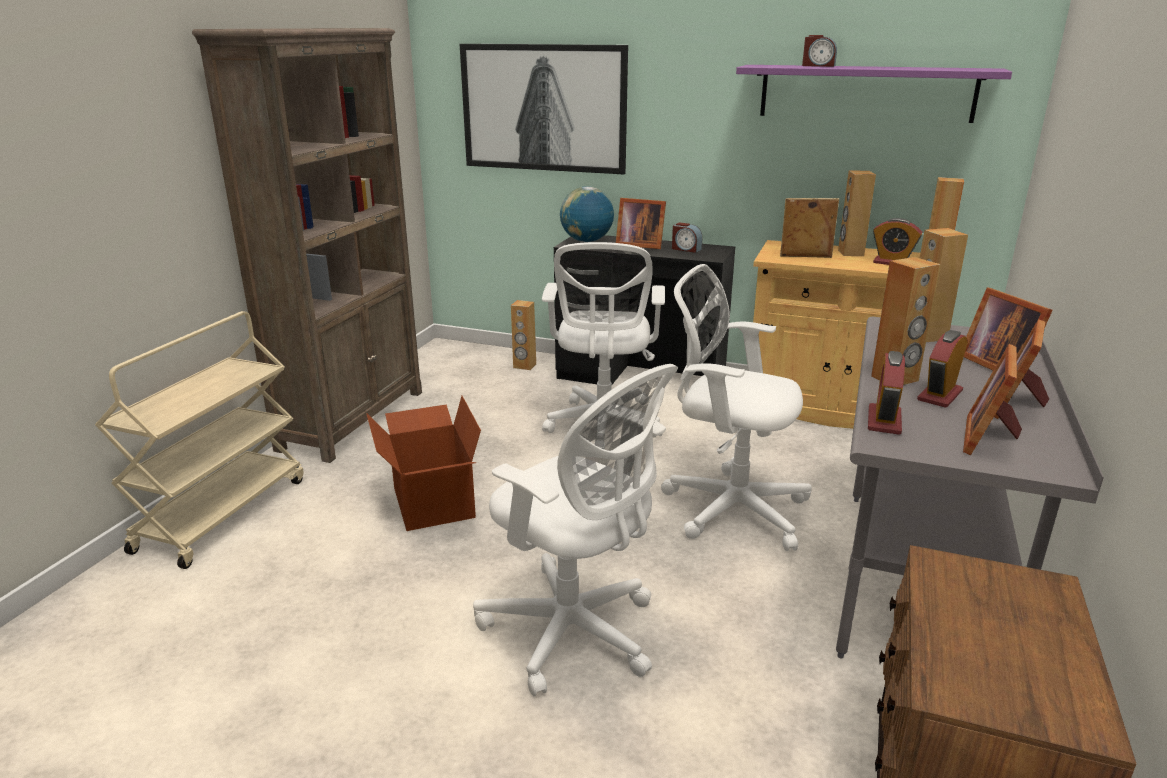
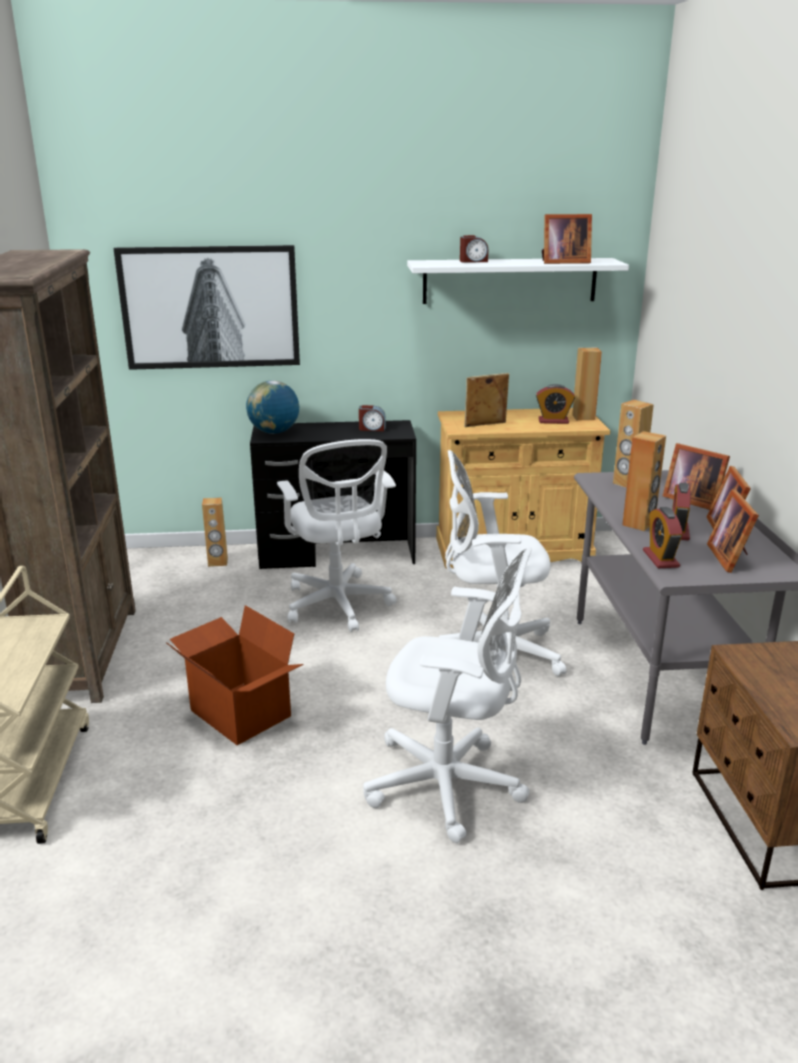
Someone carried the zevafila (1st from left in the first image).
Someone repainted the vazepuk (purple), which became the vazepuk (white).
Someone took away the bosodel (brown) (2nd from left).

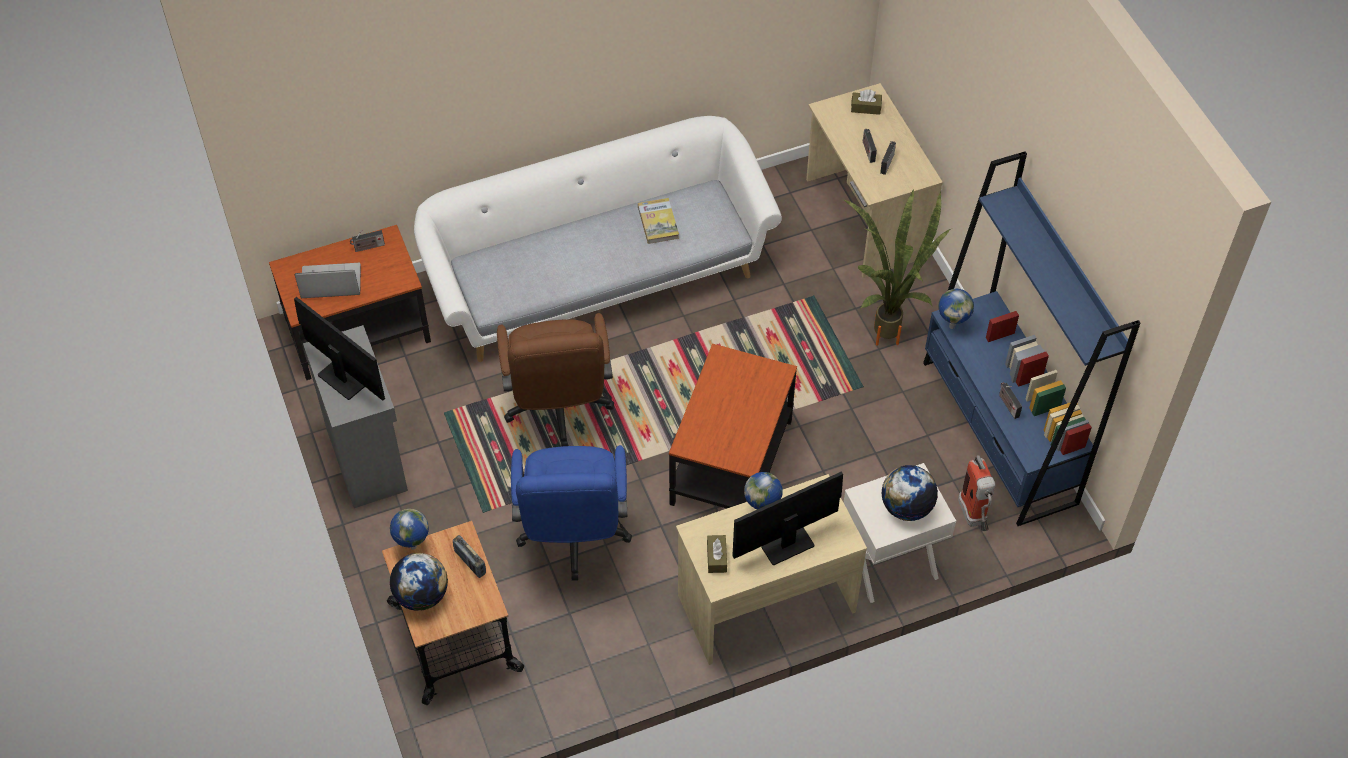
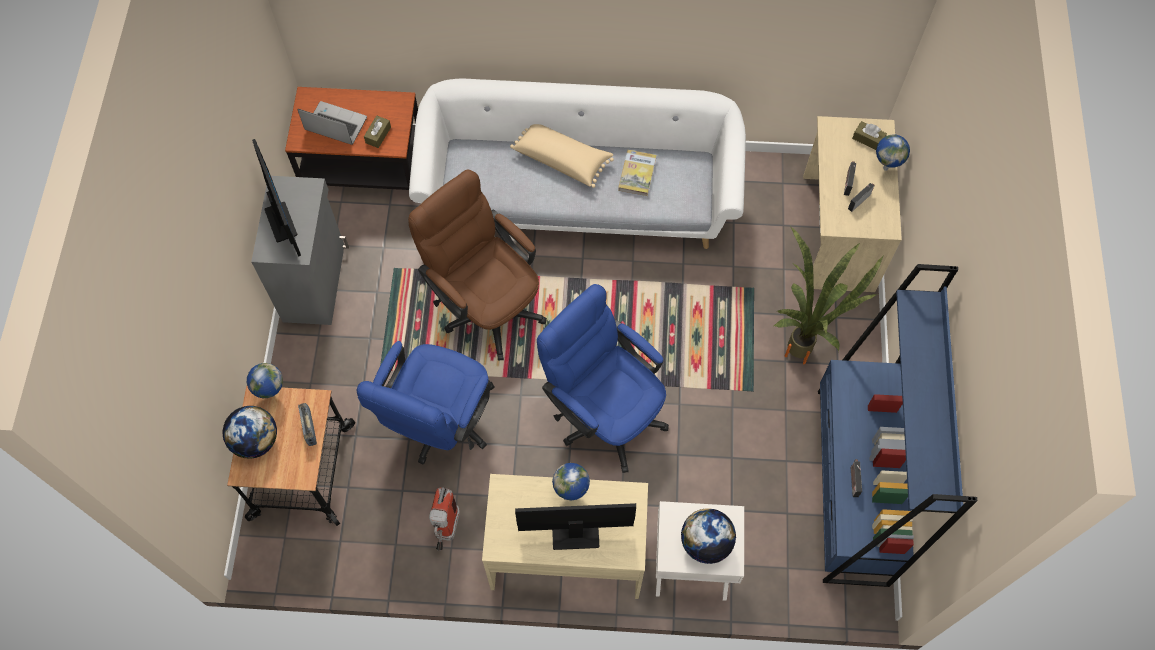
Someone took away the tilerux (1st from left).
Someone rotated the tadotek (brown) by 120 degrees clockwise.
Someone swapped the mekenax (2nd from left) for the tadotek (blue) (2nd from left).
Someone carried the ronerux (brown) (1st from left).
Someone carried the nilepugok (5th from left).
Someone carried the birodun.
Someone put down the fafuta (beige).

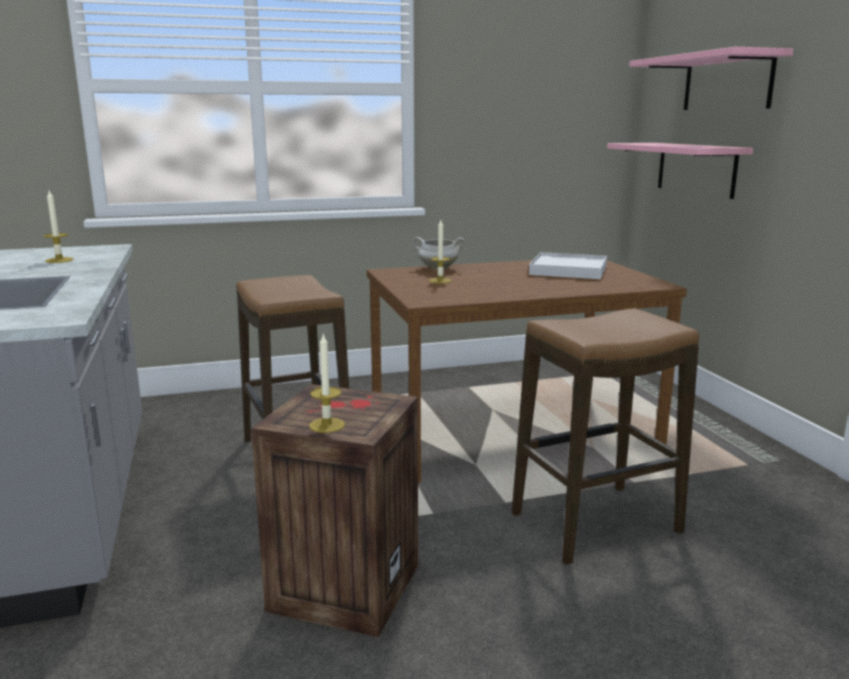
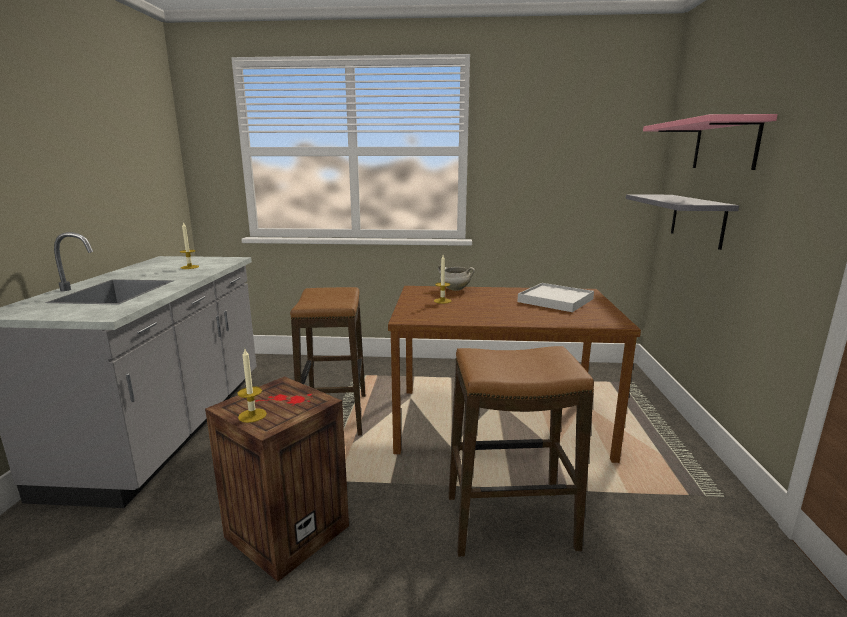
Someone repainted the vazepuk (pink) (1st from left), which became the vazepuk (grey).

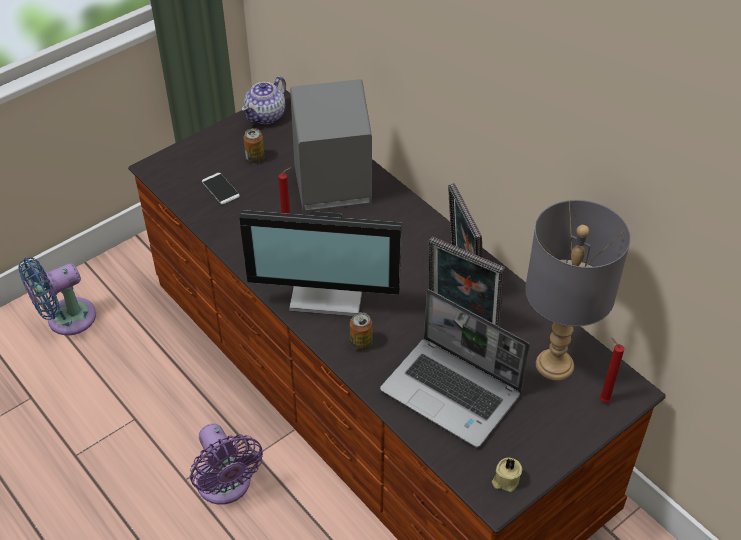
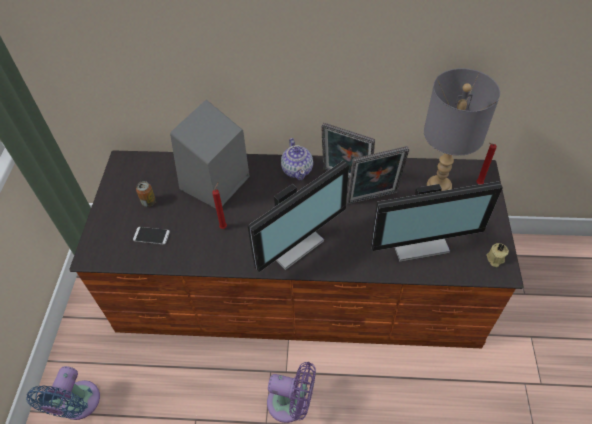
Someone carried the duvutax.
Someone took away the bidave (2nd from left).
Someone swapped the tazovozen for the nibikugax (2nd from left).

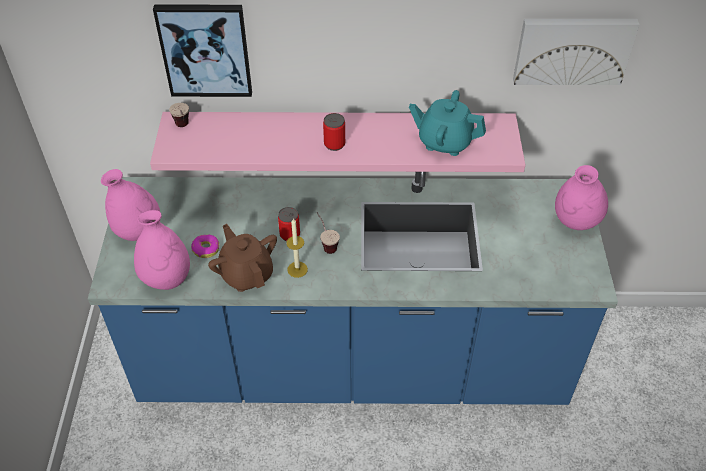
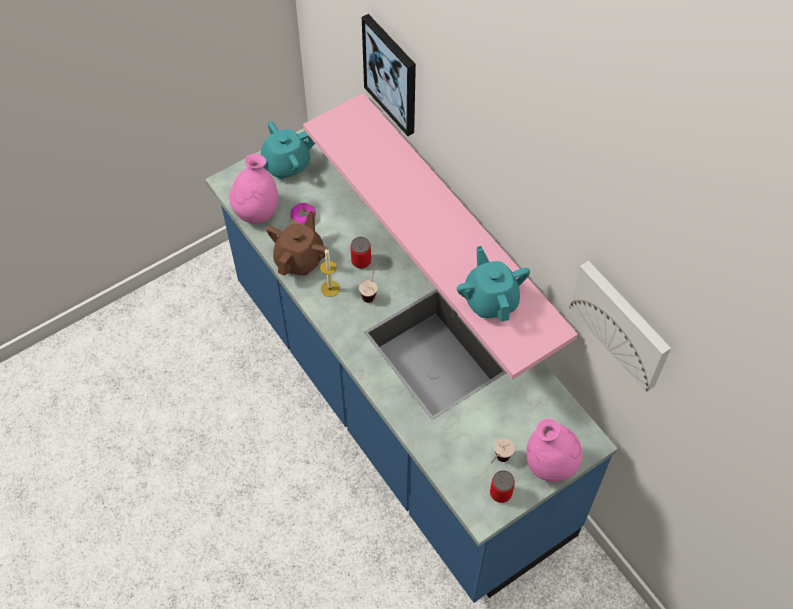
Someone swapped the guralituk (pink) (1st from left) for the duvutax (turquoise) (1st from left).
Someone carried the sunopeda (1st from left in the first image).
Someone carried the bidave (2nd from left).

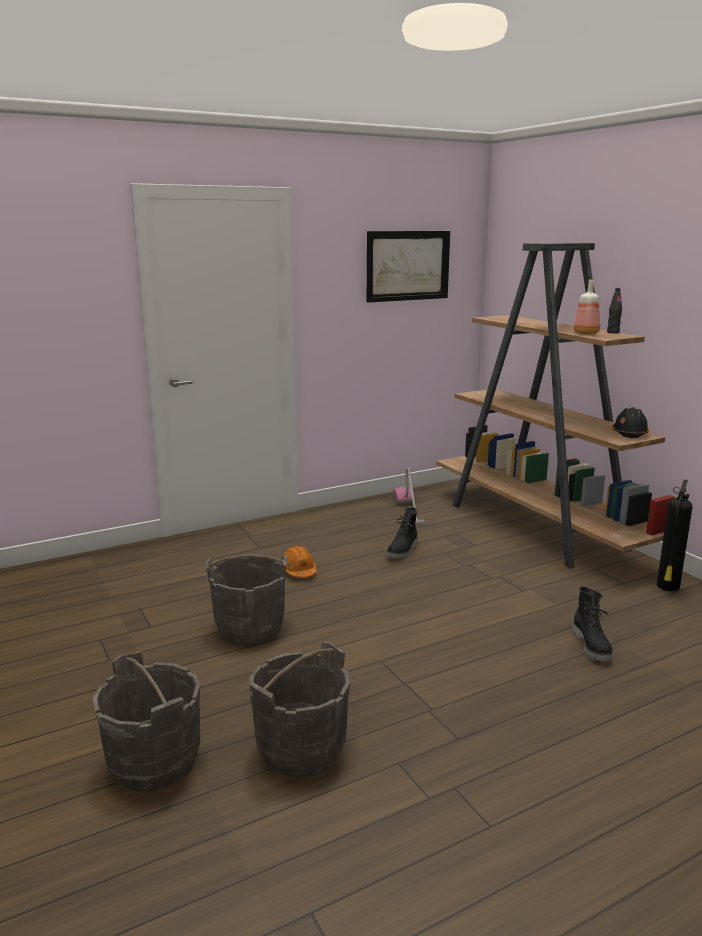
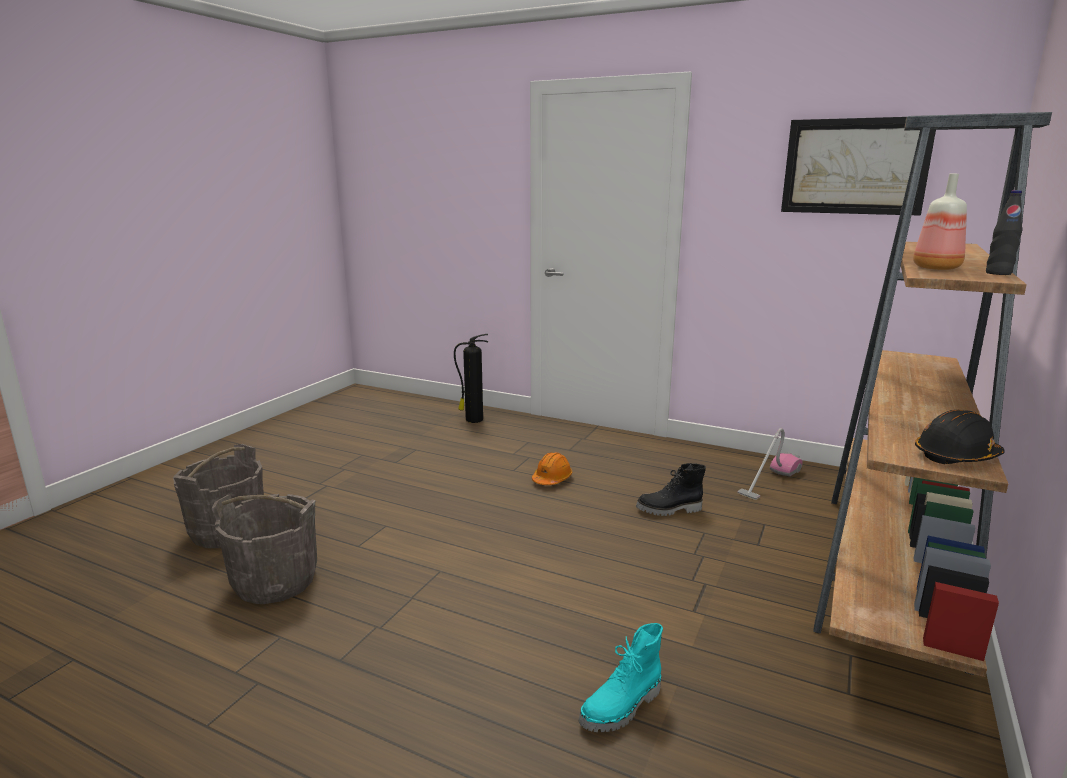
Someone took away the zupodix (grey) (2nd from left).
Someone repainted the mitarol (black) (2nd from left), which became the mitarol (turquoise).
Someone carried the birodun.

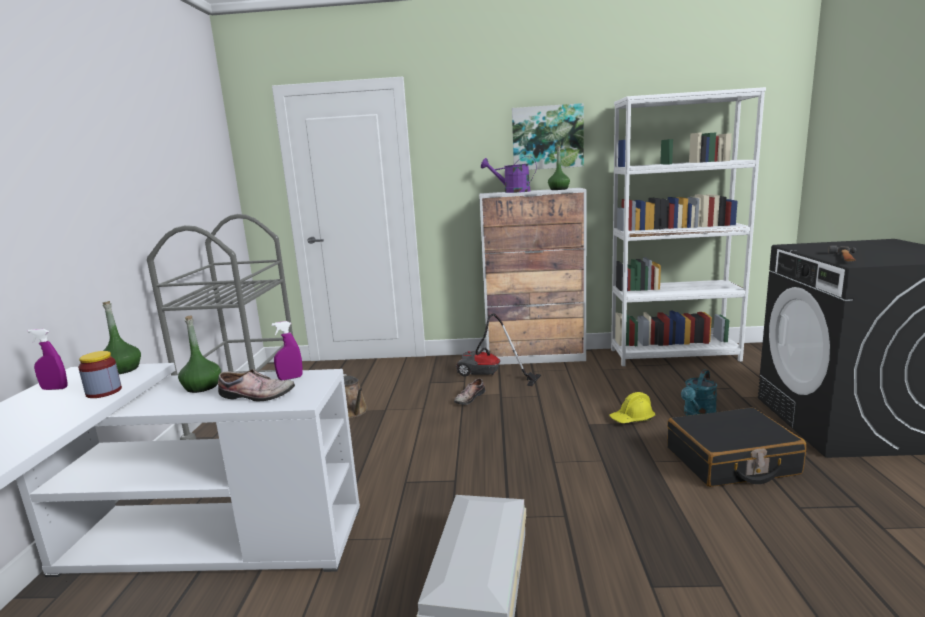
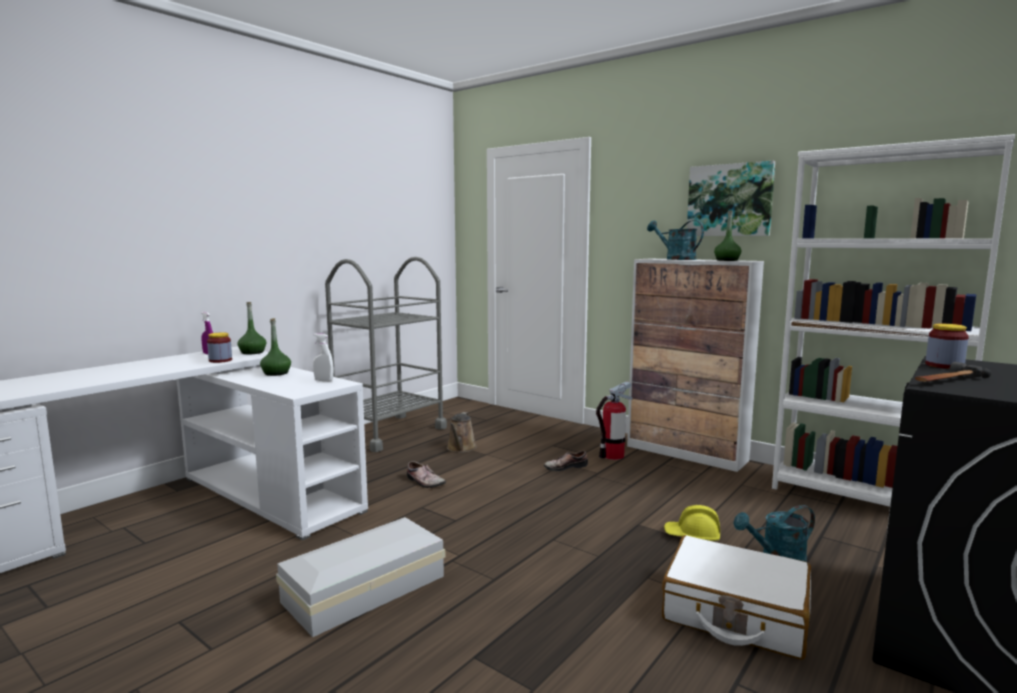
Someone carried the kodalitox (1st from left).
Someone repainted the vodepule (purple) (2nd from left), which became the vodepule (white).
Someone swapped the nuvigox for the birodun.
Someone repainted the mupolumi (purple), which became the mupolumi (turquoise) (1st from left).
Someone repainted the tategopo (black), which became the tategopo (white).
Someone put down the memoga (2nd from left).

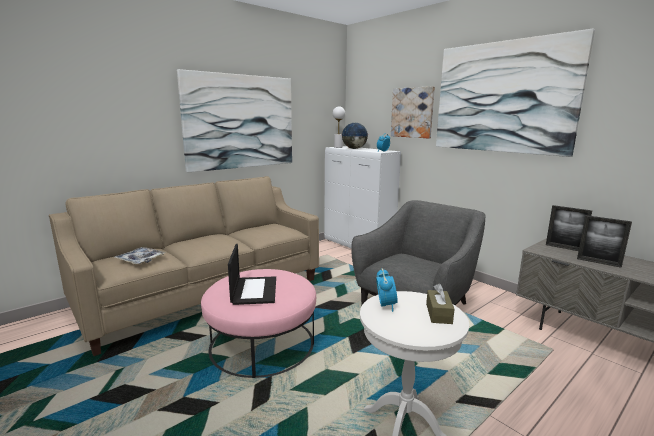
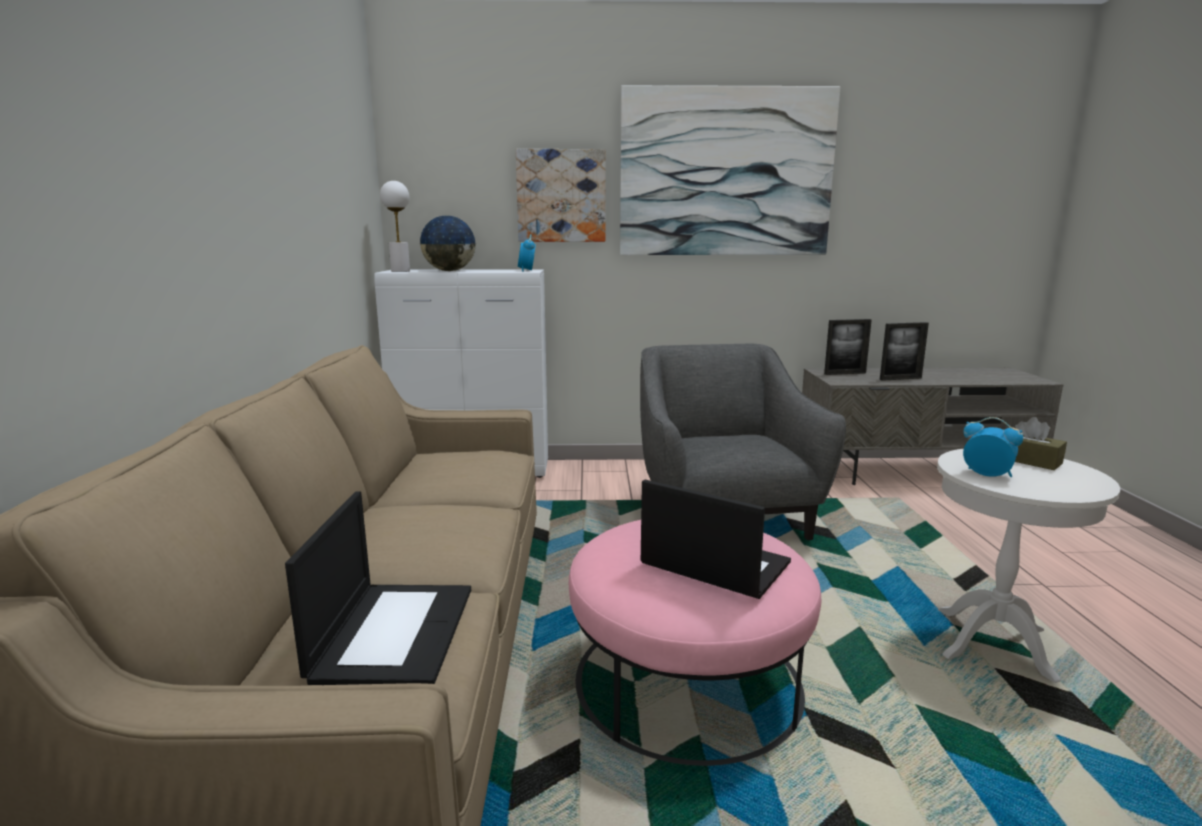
Someone swapped the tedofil for the tazovozen (1st from left).
Someone took away the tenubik (1st from left).

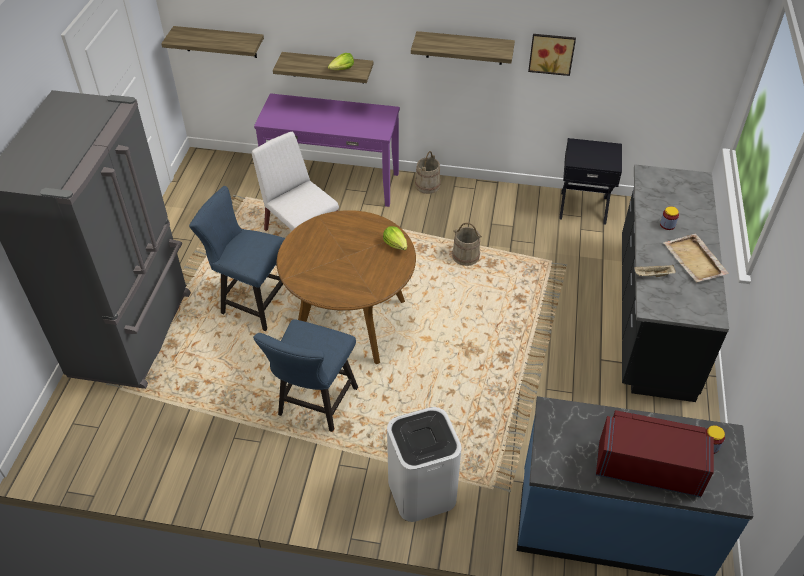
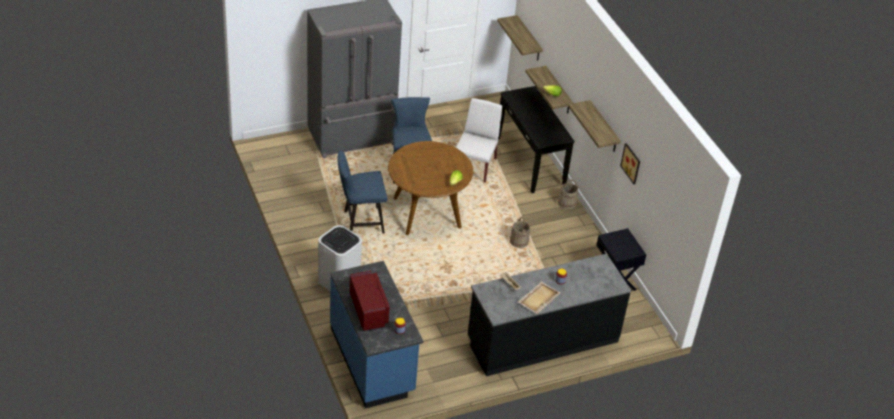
Someone repainted the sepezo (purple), which became the sepezo (black).

